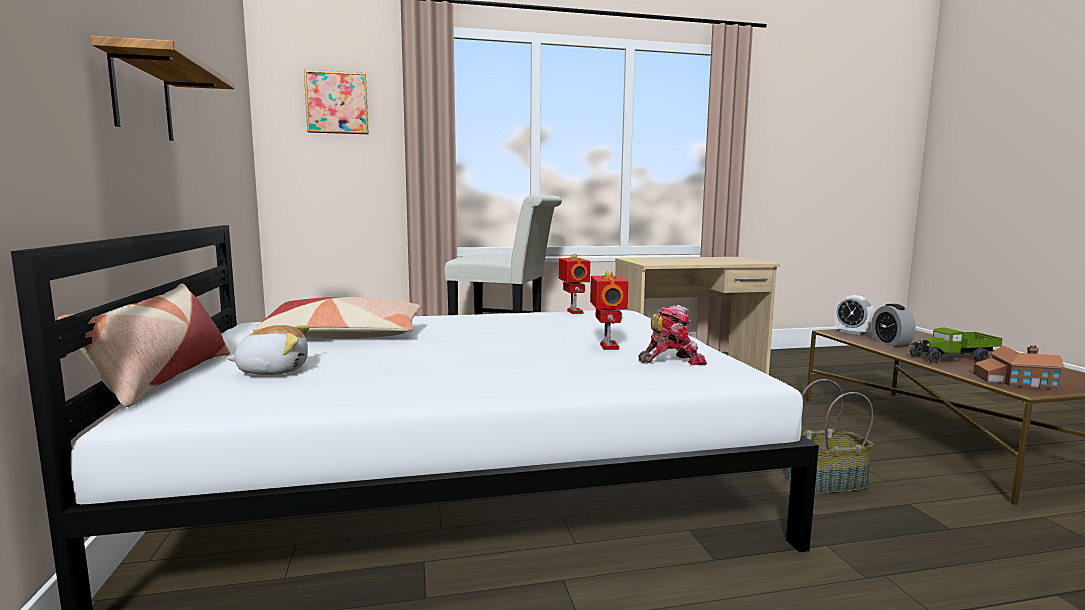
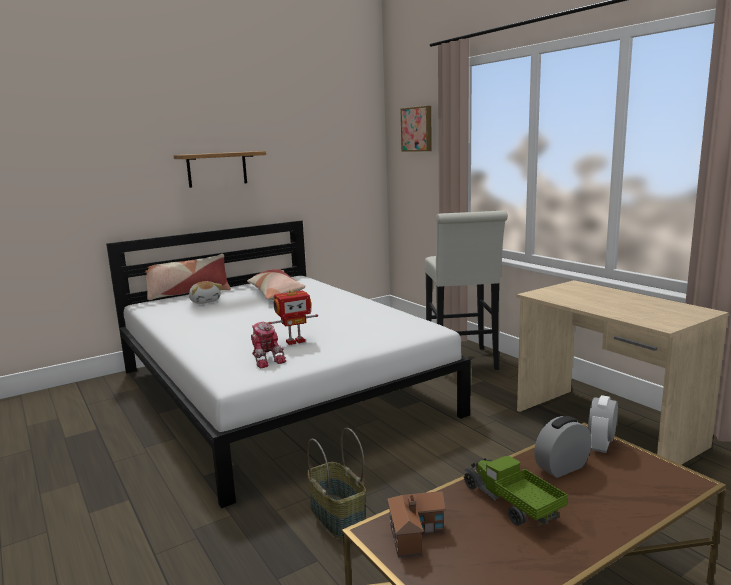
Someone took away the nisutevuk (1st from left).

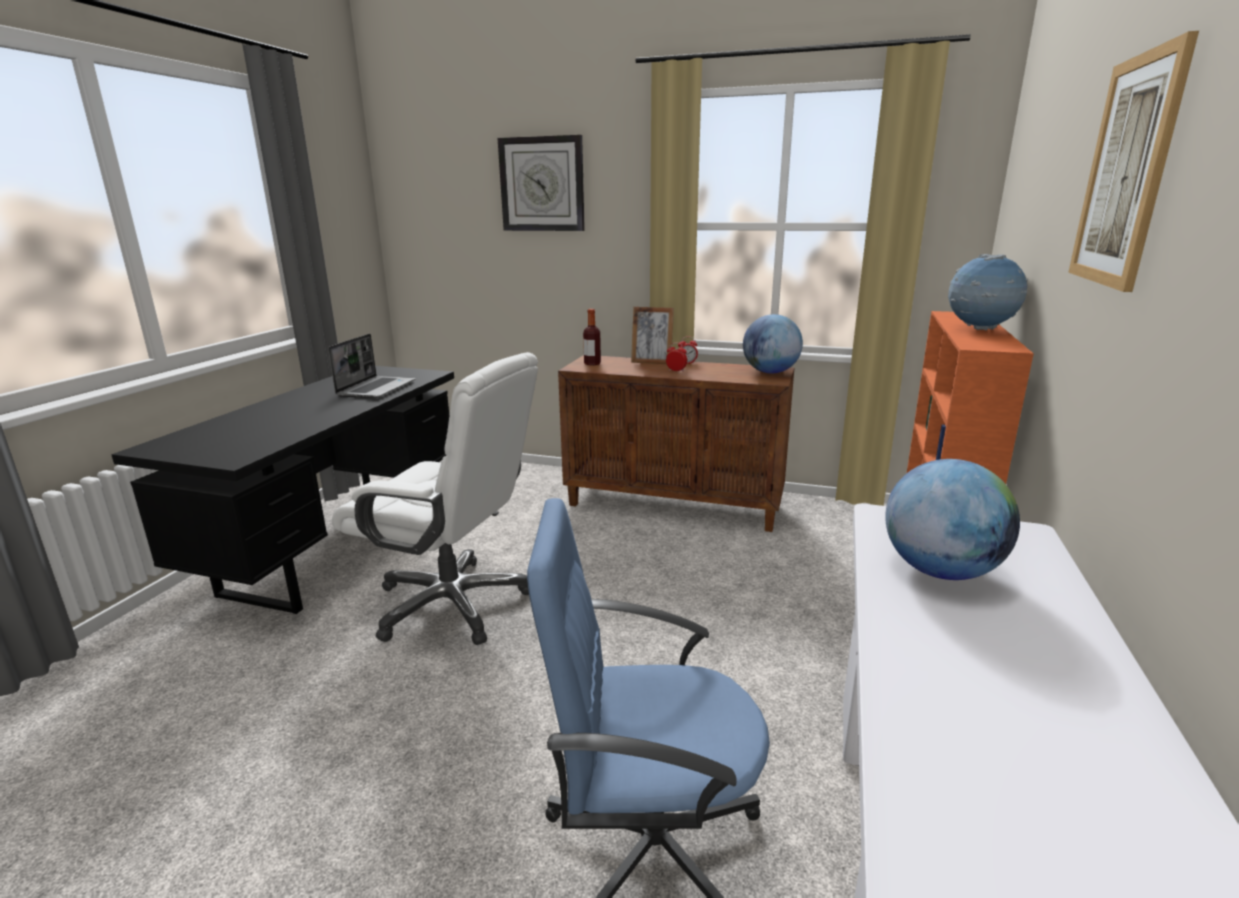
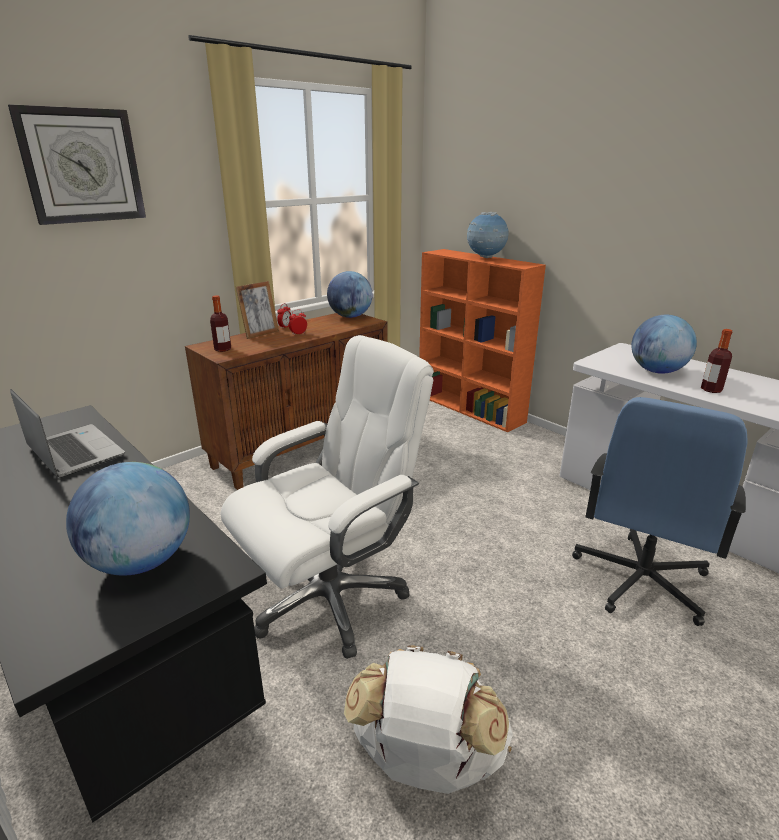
Someone took away the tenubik.
Someone put down the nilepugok (1st from left).
Someone put down the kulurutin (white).
Someone put down the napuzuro (2nd from left).

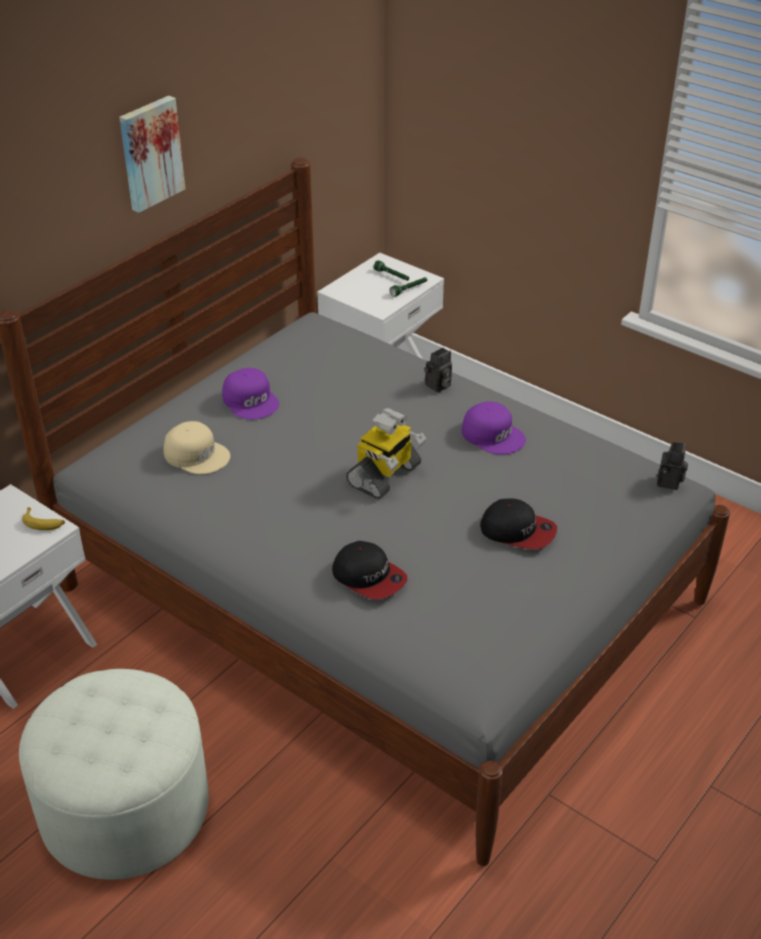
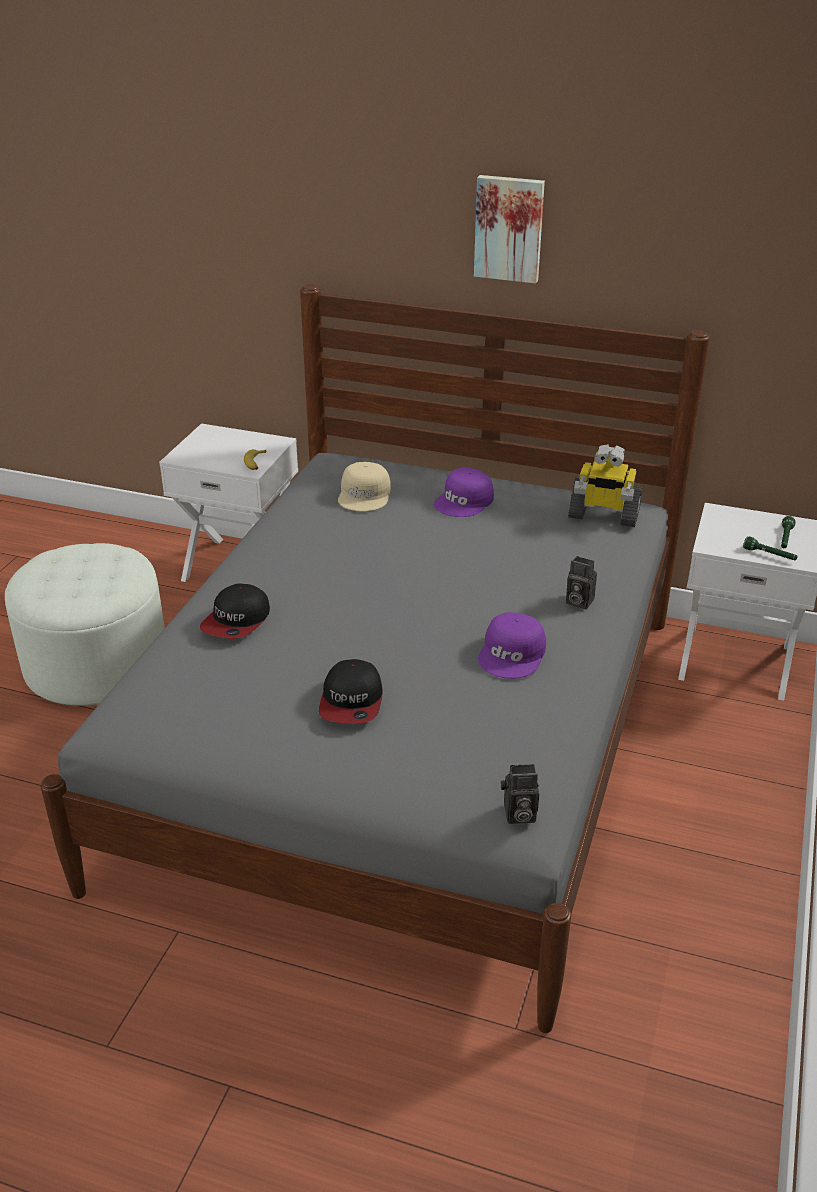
Someone carried the nisutevuk.

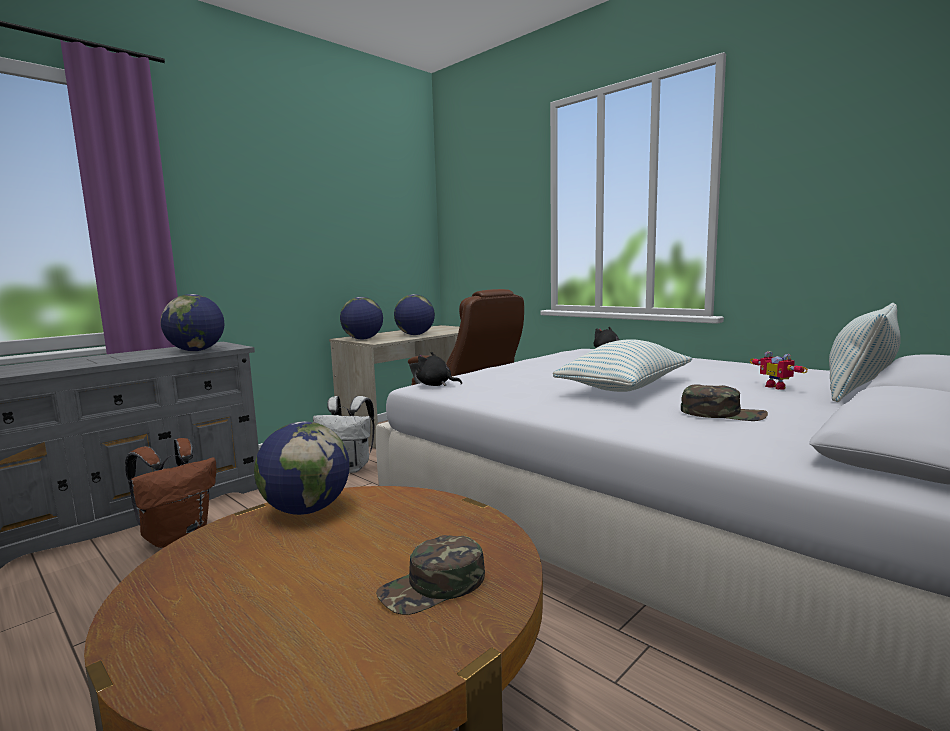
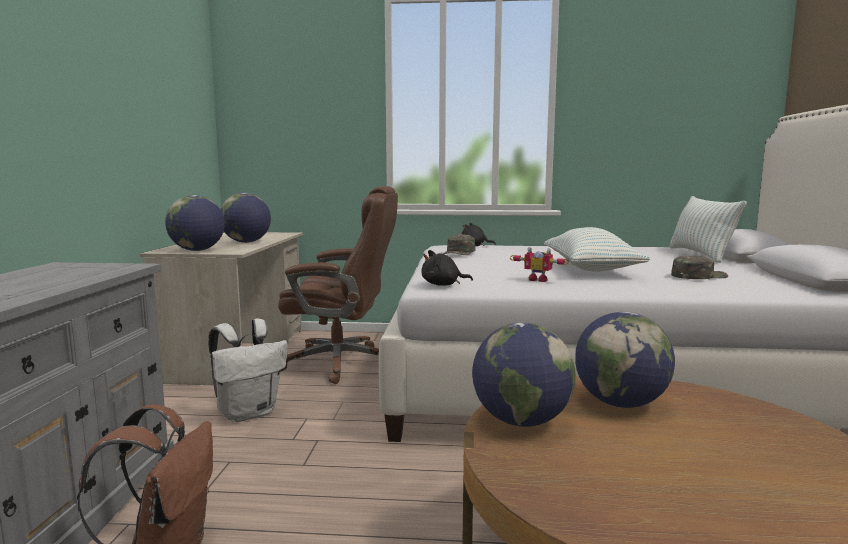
Someone carried the nilepugok (1st from left in the first image).
Someone carried the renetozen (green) (1st from left).
Someone carried the nisutevuk.

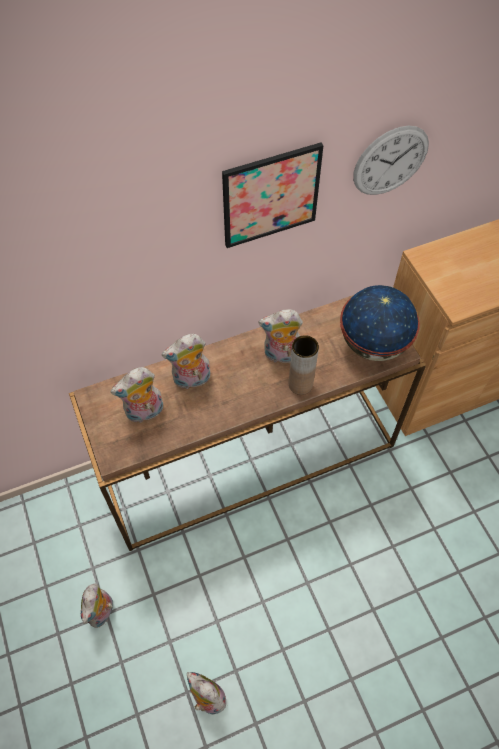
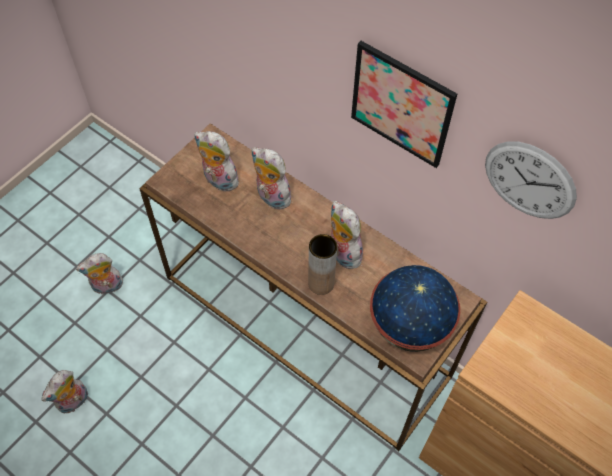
Someone rotated the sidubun (4th from left in the first image) by 150 degrees counterclockwise.

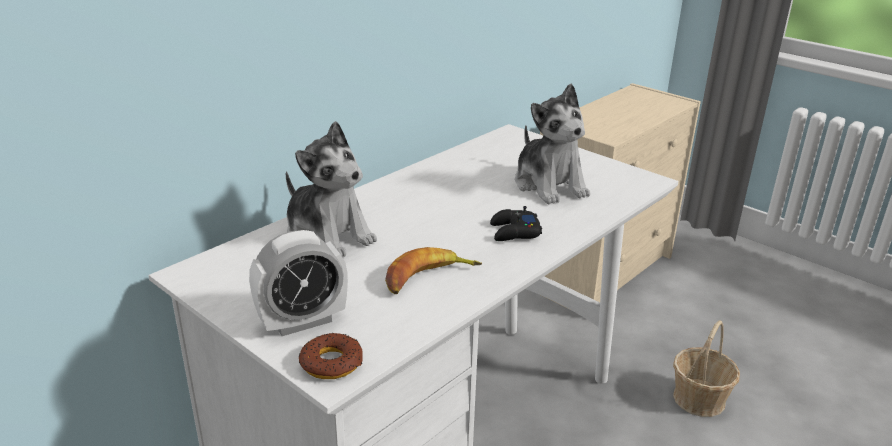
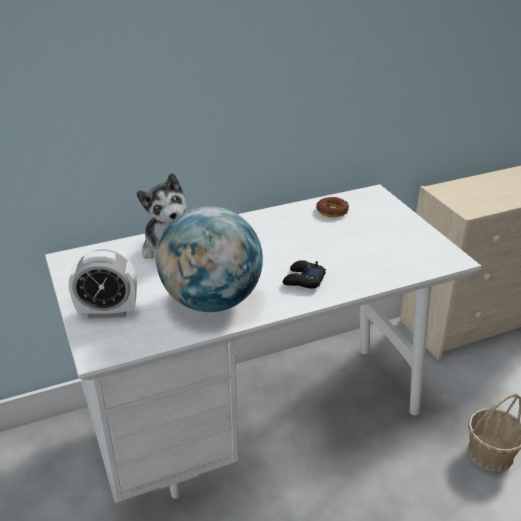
Someone carried the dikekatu.
Someone swapped the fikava for the nilepugok.
Someone took away the sidubun (2nd from left).

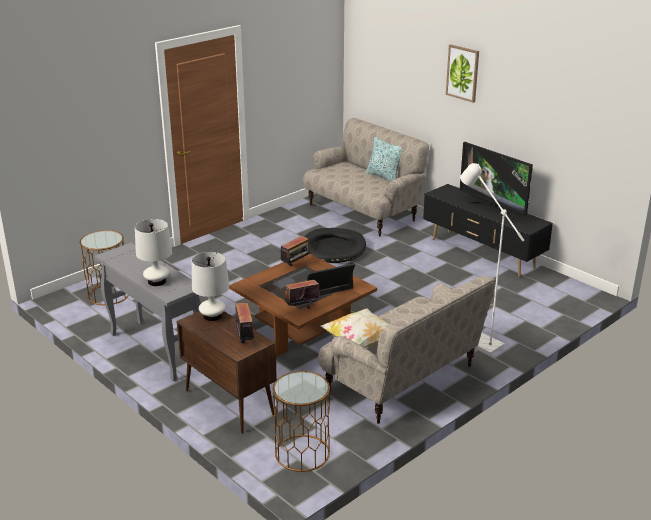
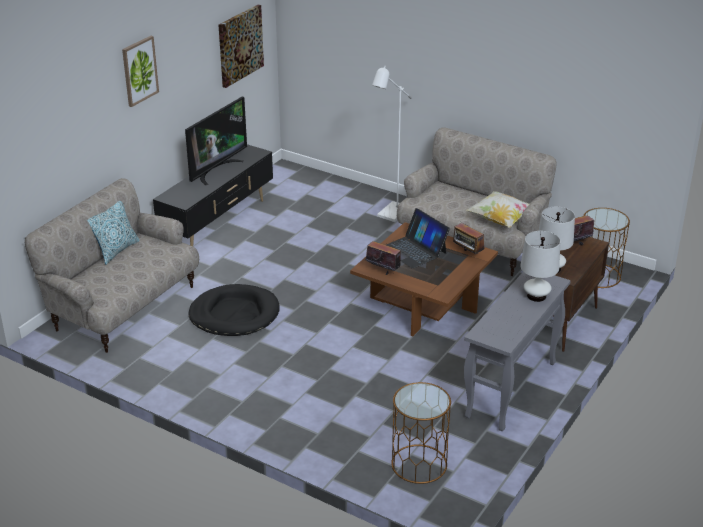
Someone put up the tenubik (2nd from left).

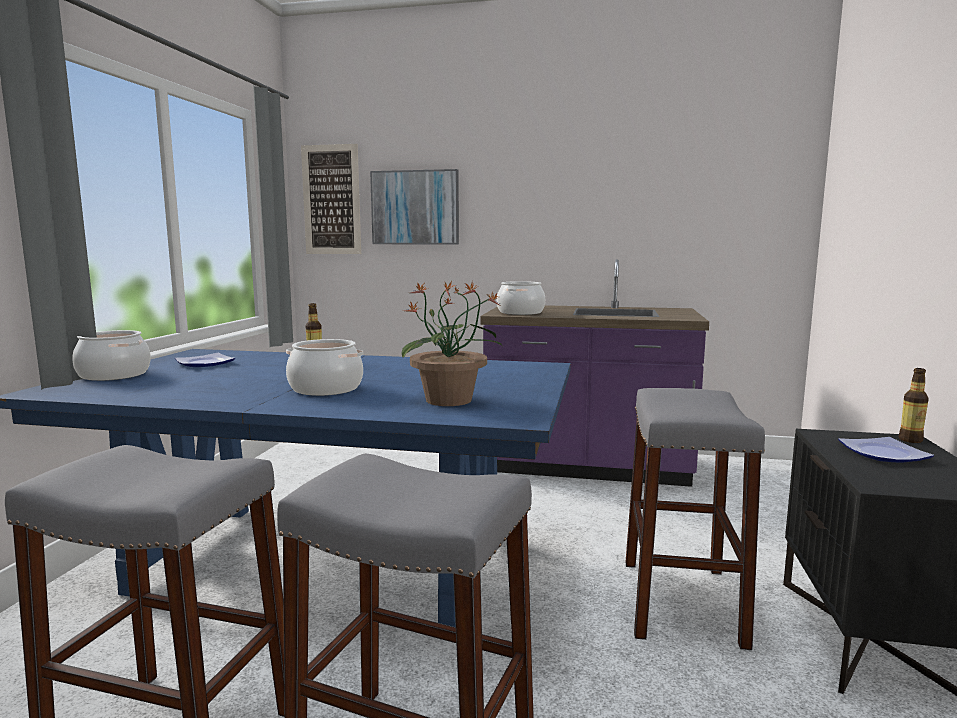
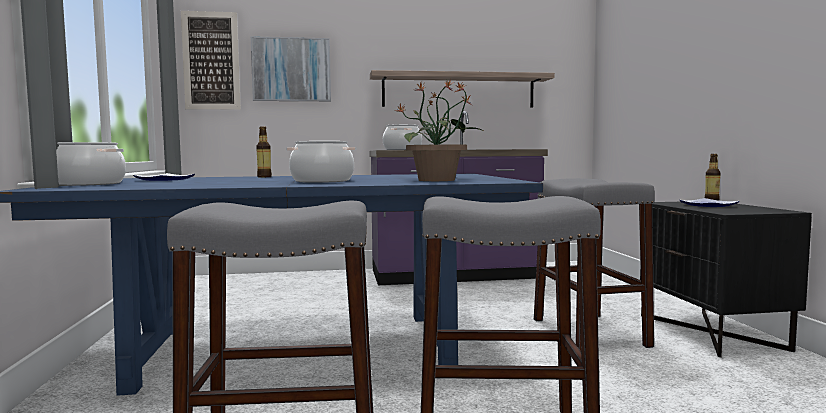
Someone put up the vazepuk.

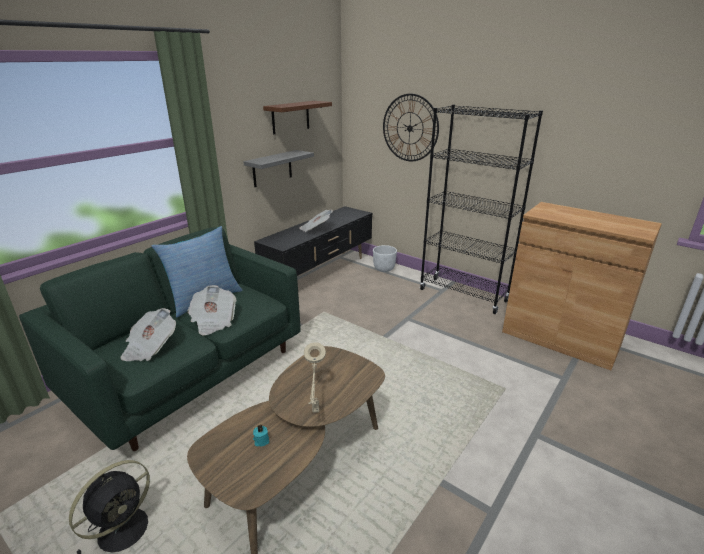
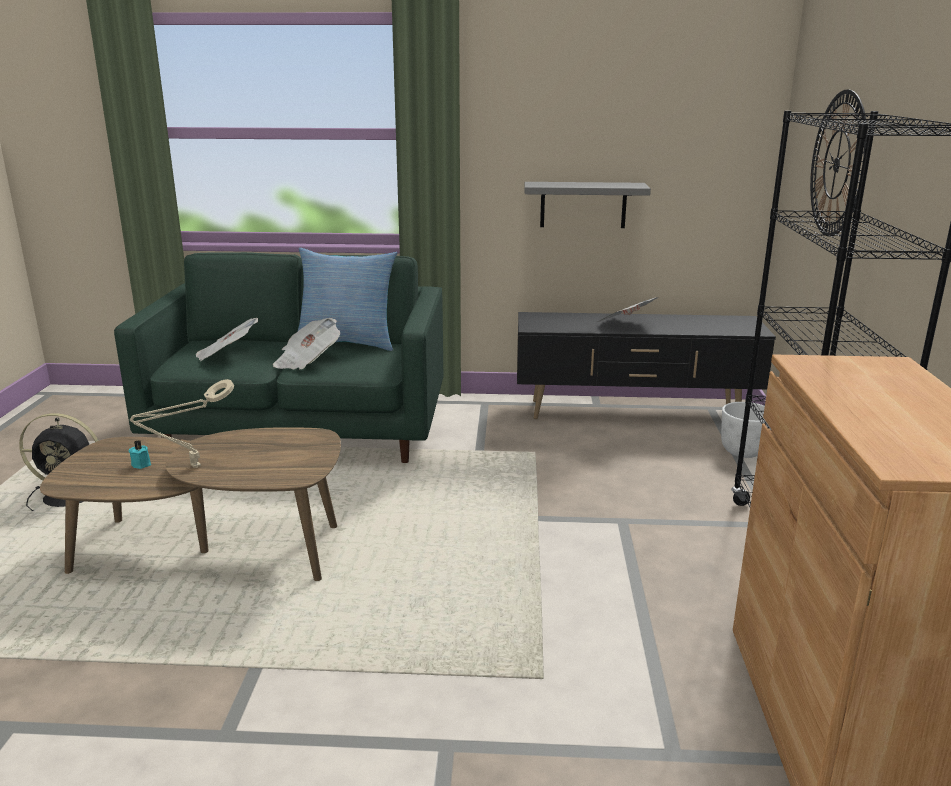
Someone took away the vazepuk (brown).

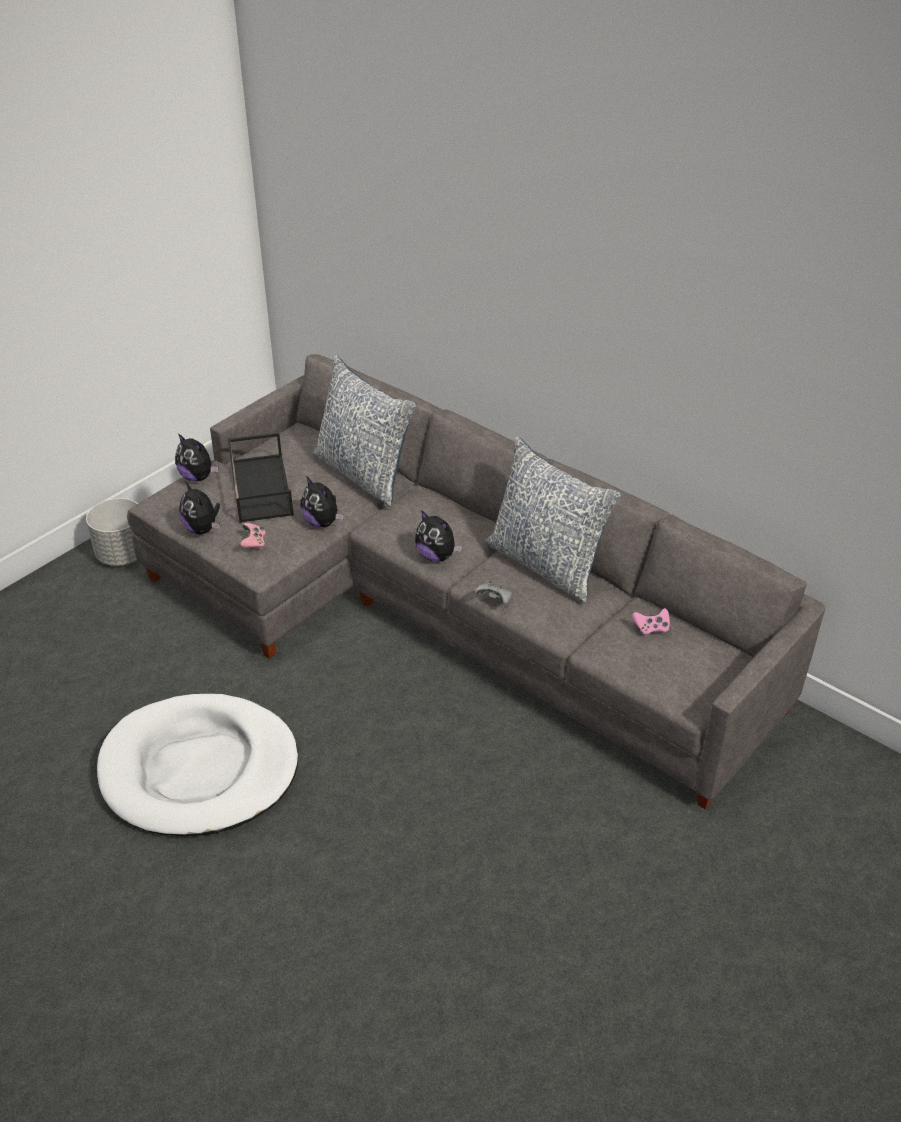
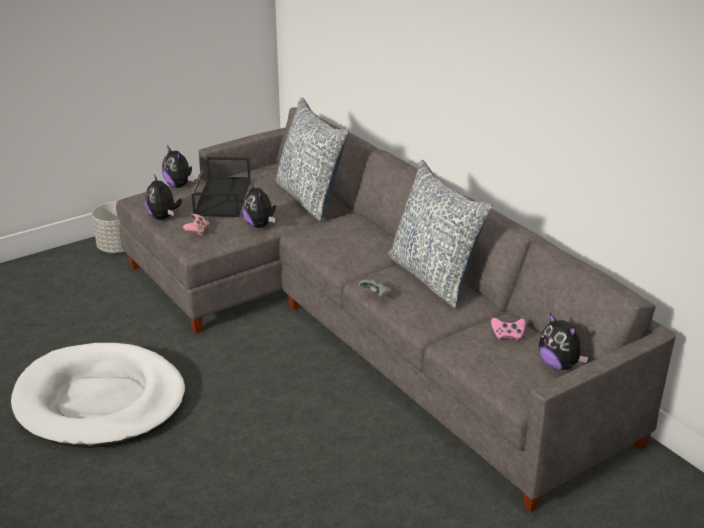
Someone carried the sidubun (4th from left).

